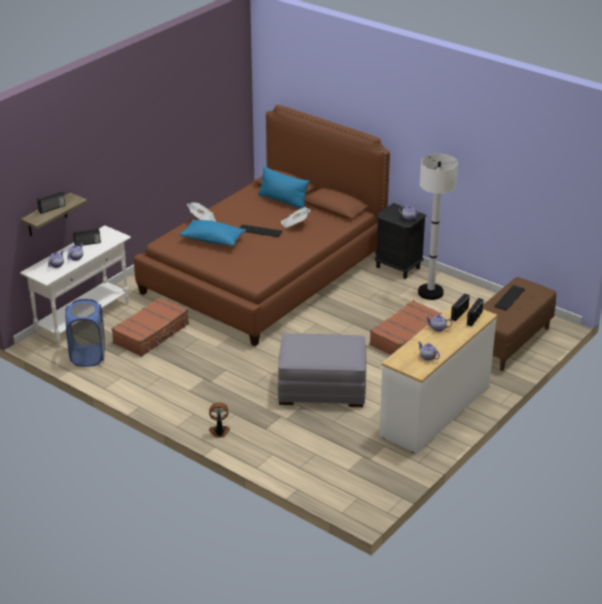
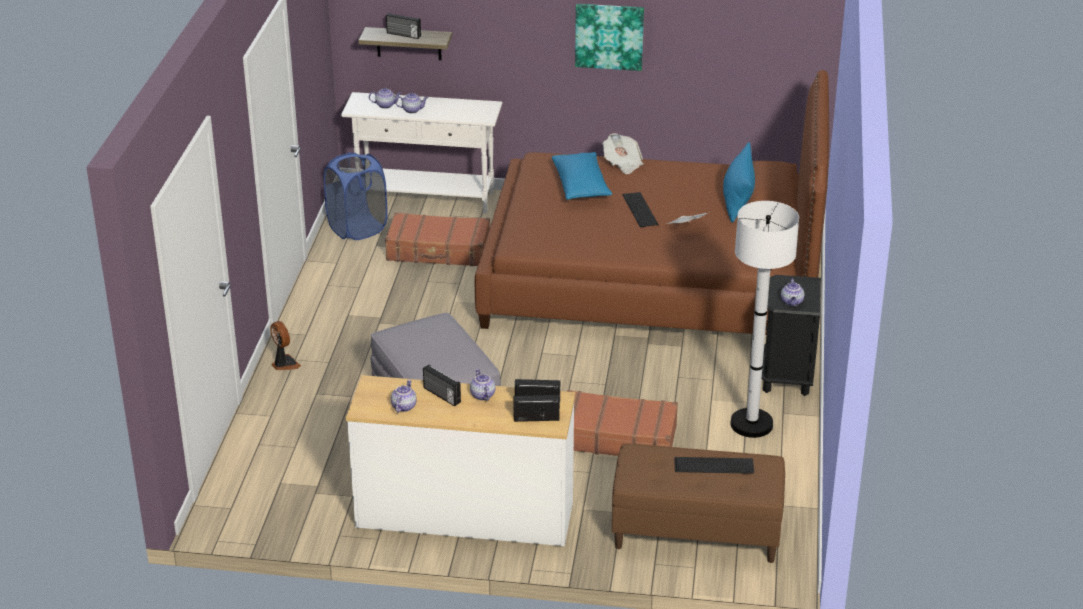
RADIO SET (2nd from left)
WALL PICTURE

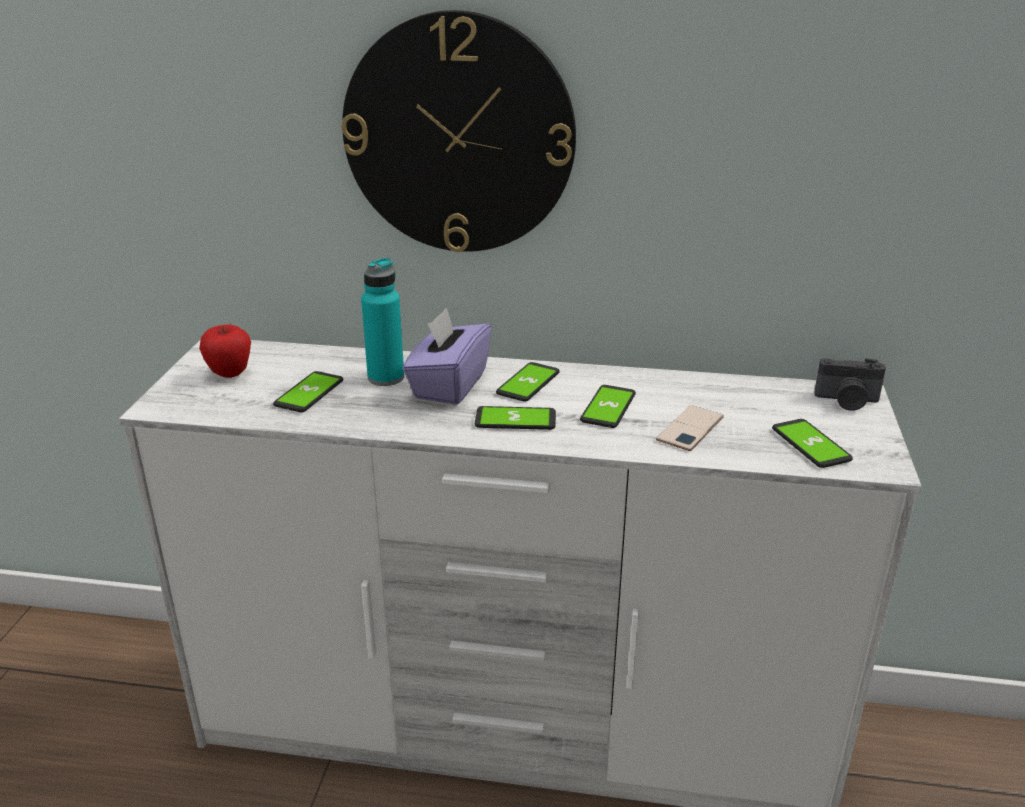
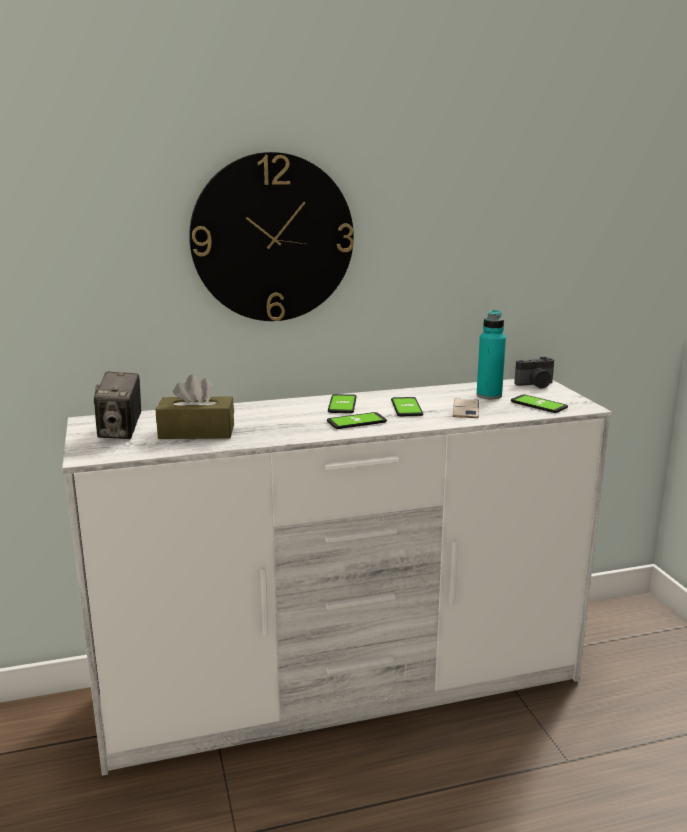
PHOTO CAMERA (1st from left)
BROWN-COLOURED TISSUE BOX
TURQUOISE-COLOURED BOTTLE
PURPLE TISSUE BOX

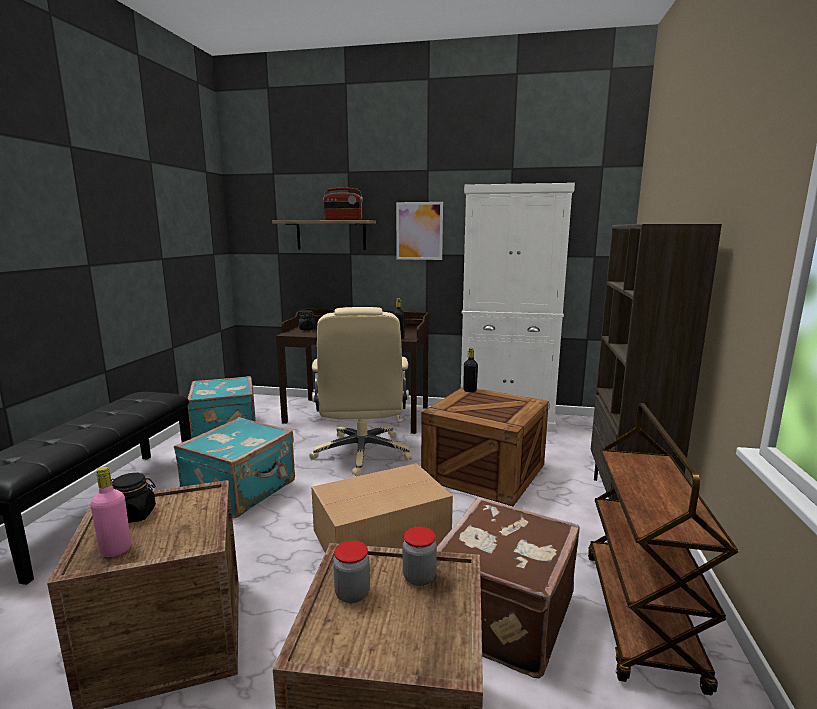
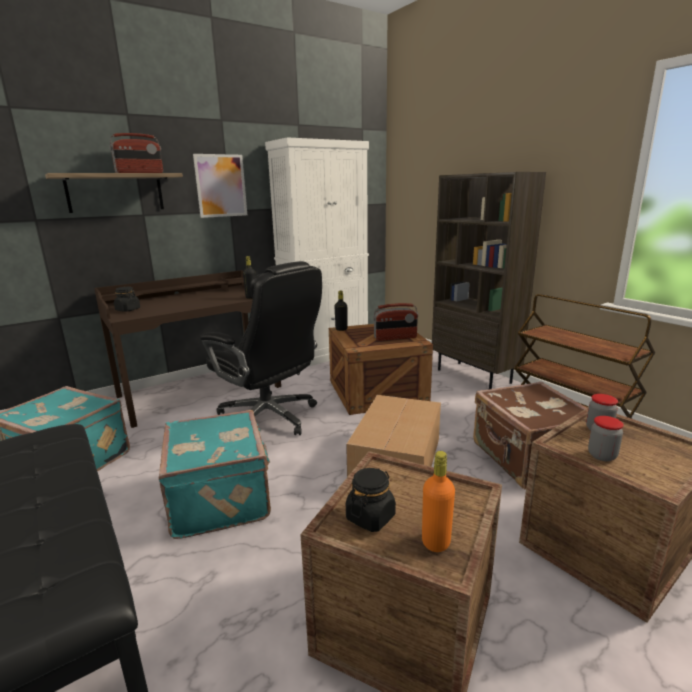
BLACK-COLOURED COMPUTER CHAIR
RADIO SET (2nd from left)
ORANGEY BOTTLE

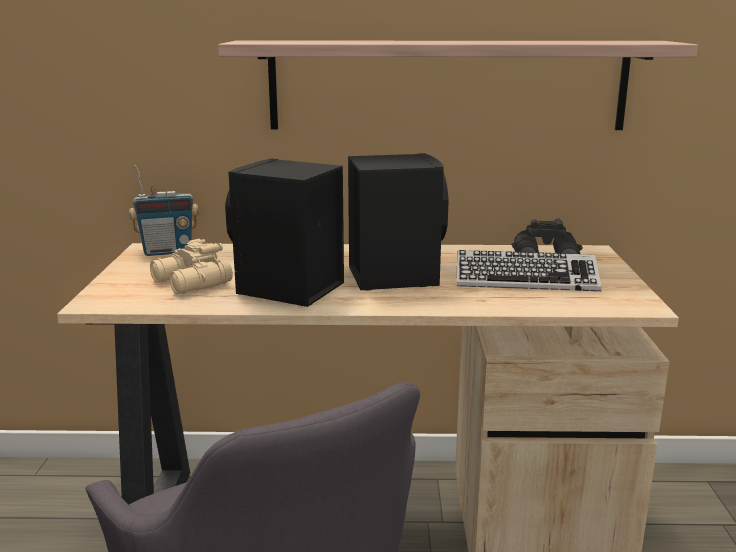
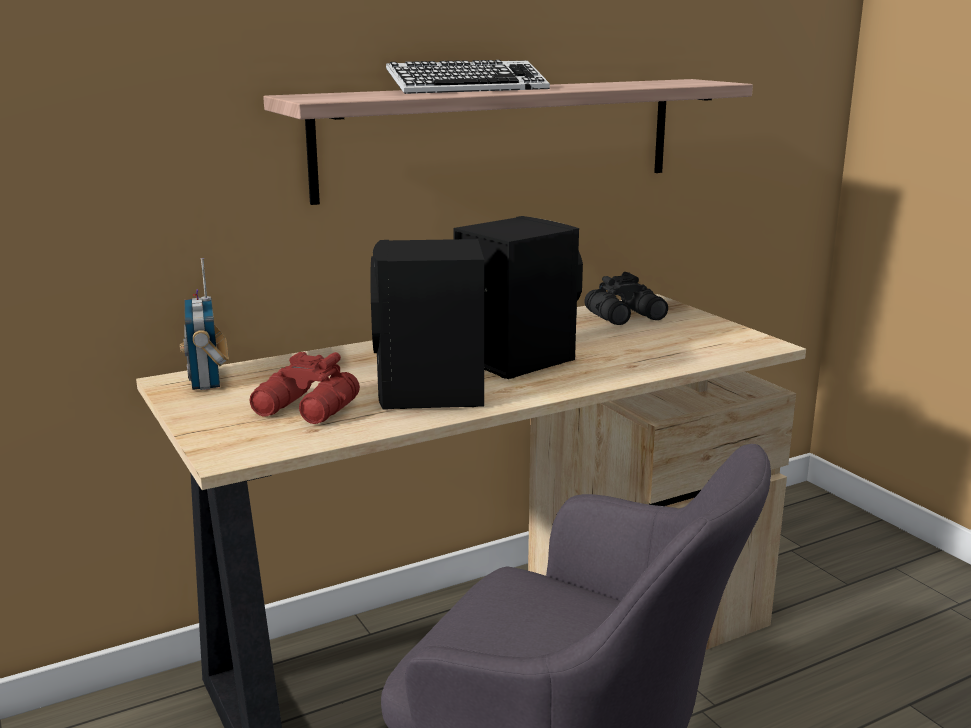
RADIO SET
RED PAIR OF BINOCULARS
KEYBOARD

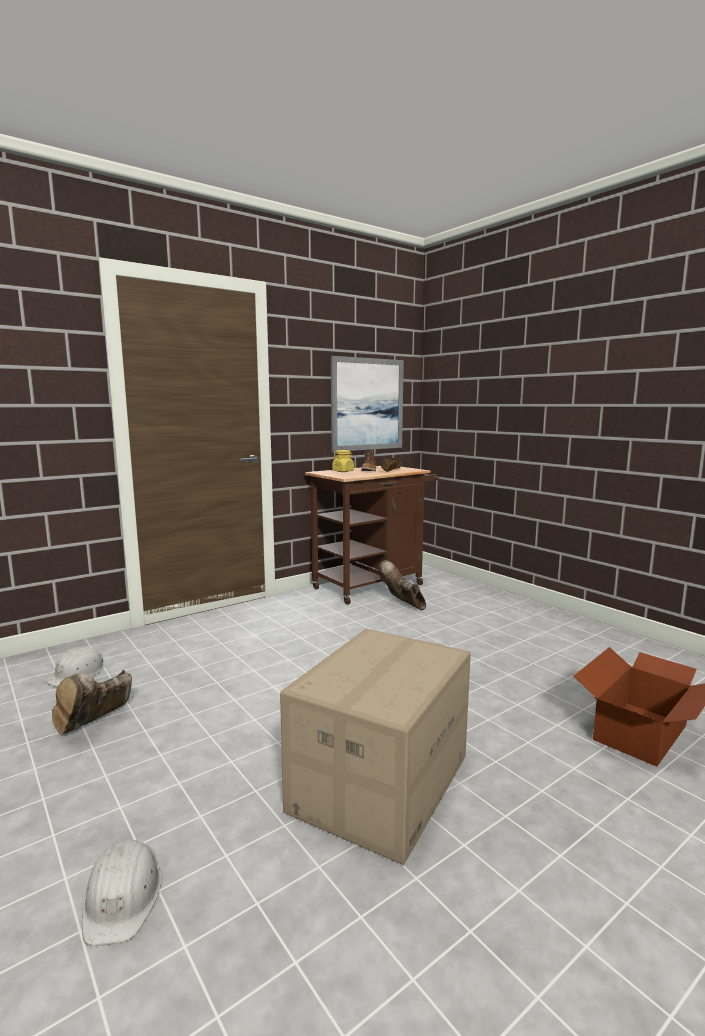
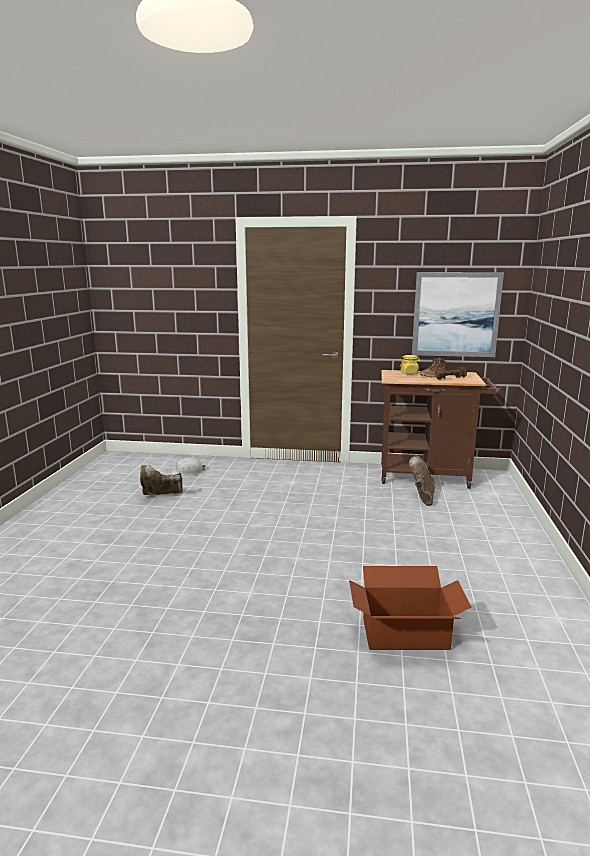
WHITE SAFETY HELMET (2nd from left in the first image)
CARTON (1st from left in the first image)

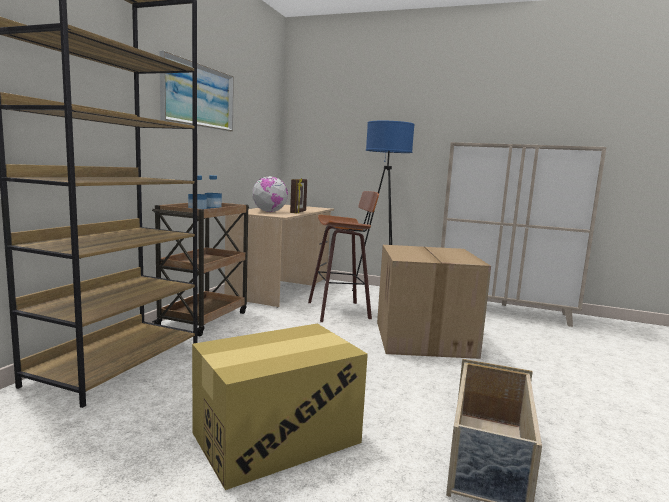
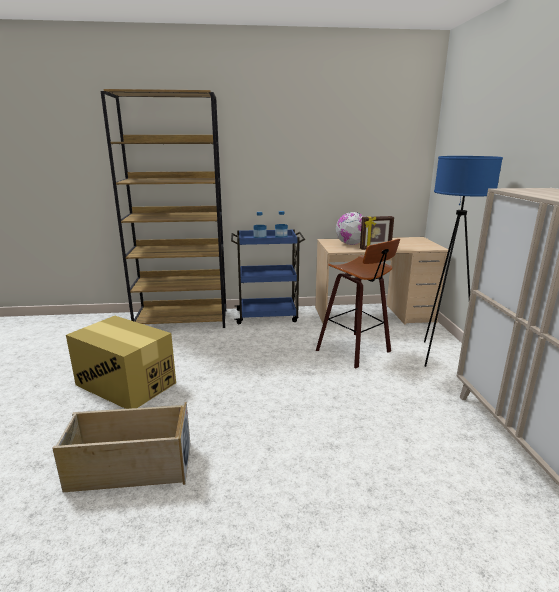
BLUE WHEELED CART
WALL PICTURE
CARTON (2nd from left in the first image)

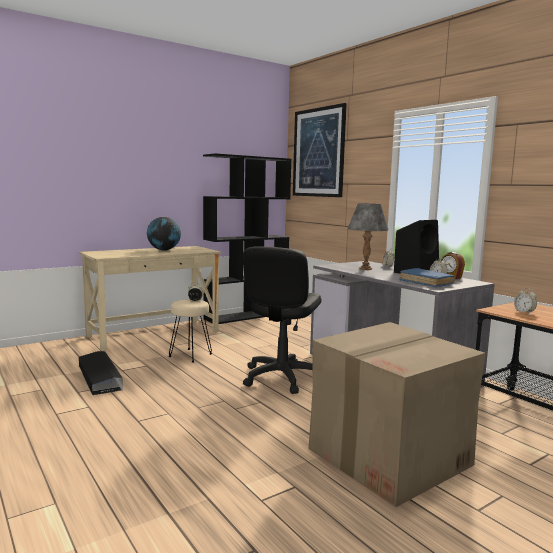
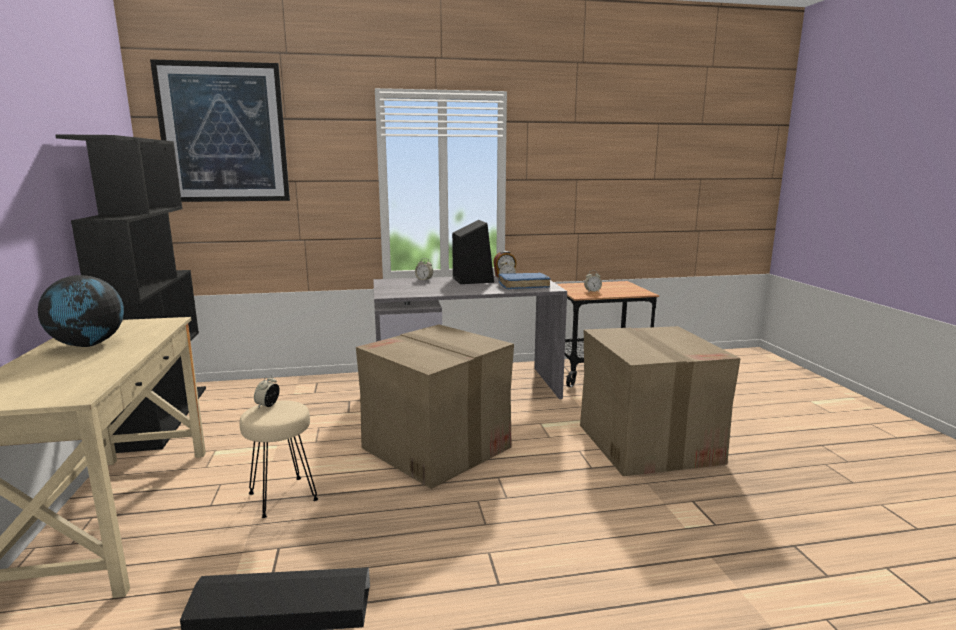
CARTON (1st from left)
GREYISH LAMP FOR A TABLE

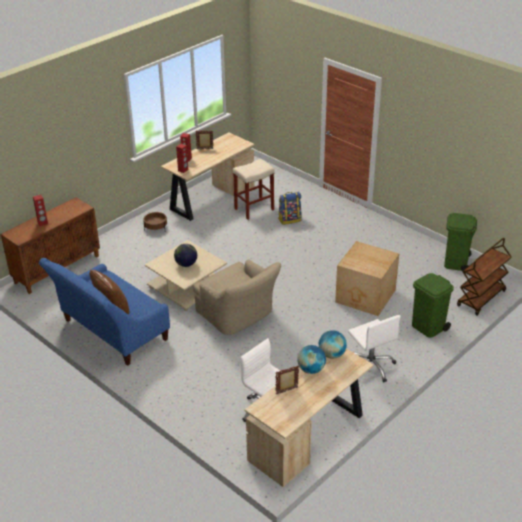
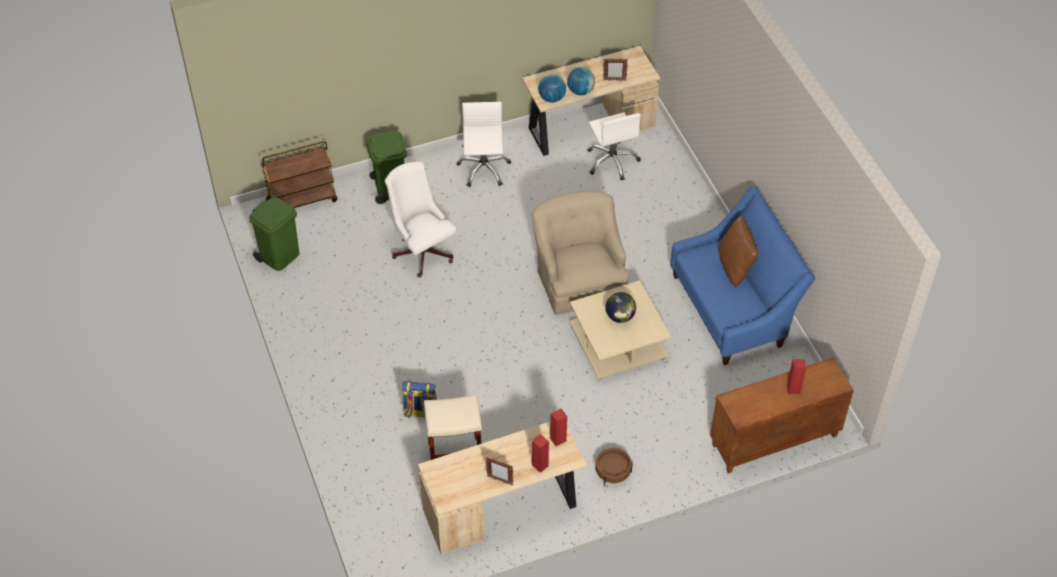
WHITE COMPUTER CHAIR (1st from left)

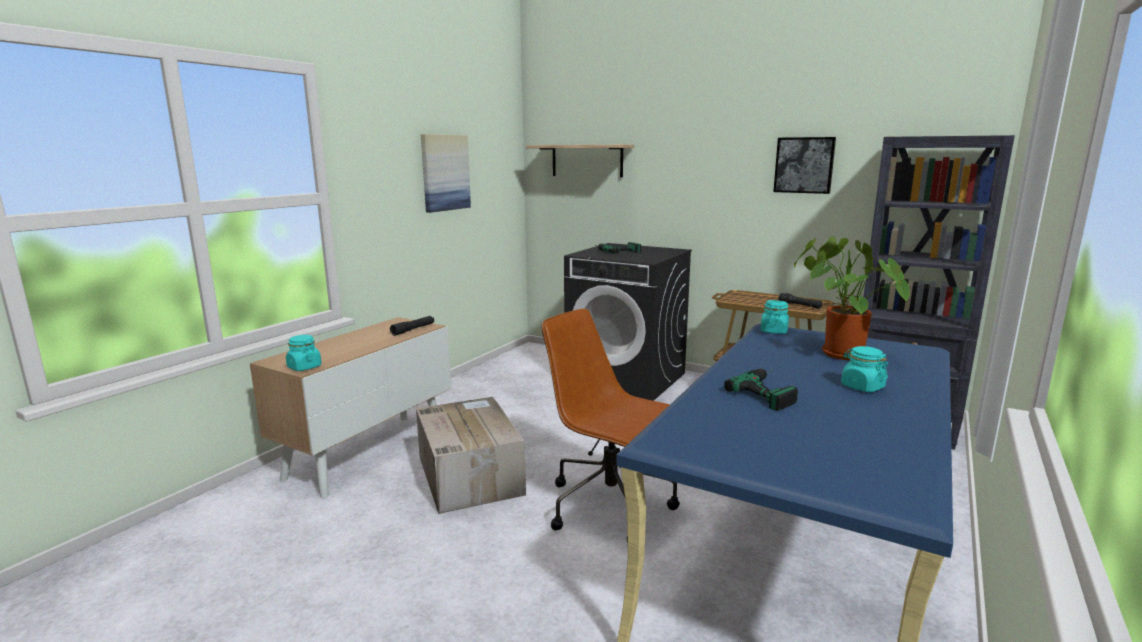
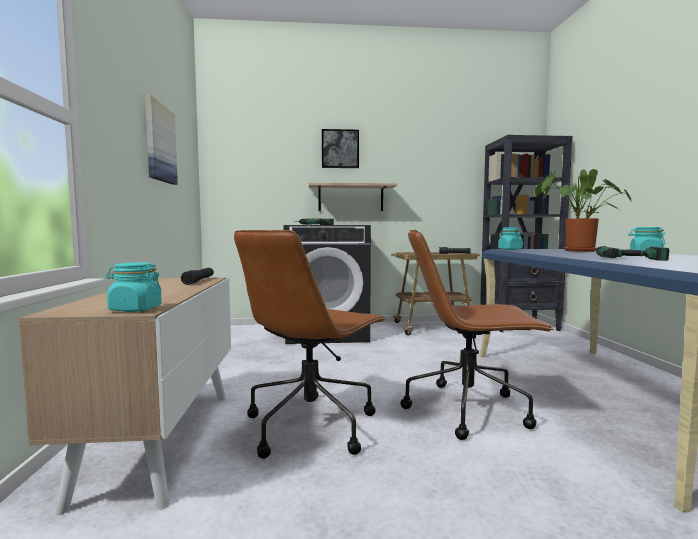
BROWN-COLOURED COMPUTER CHAIR (1st from left)
WALL SHELF
WALL PICTURE (2nd from left)

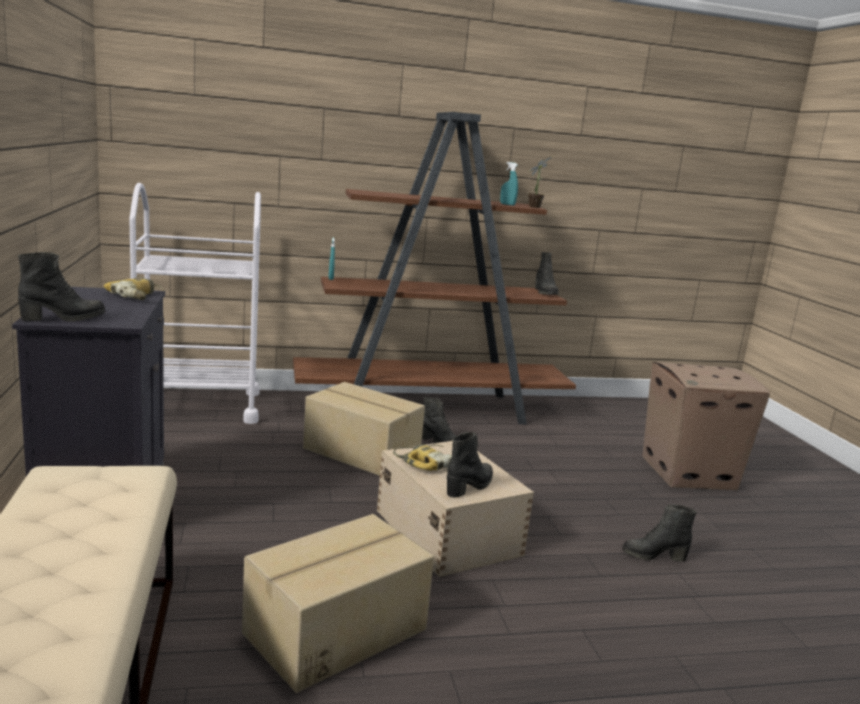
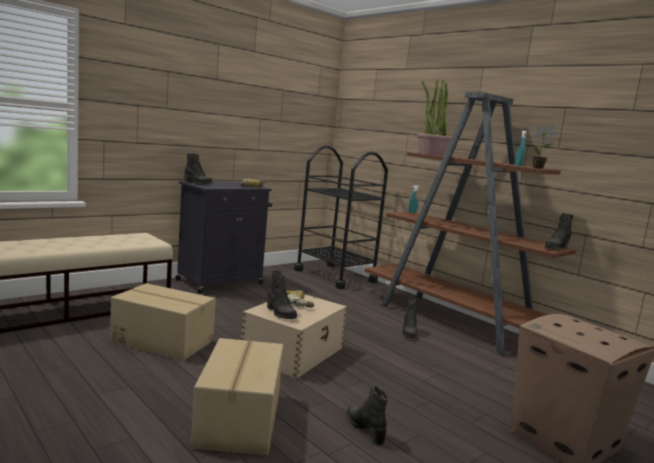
CARTON (2nd from left)
BLACK-COLOURED HIGH-TOP BOOT (2nd from left)
BLACK-COLOURED WHEELED CART
HOUSEPLANT (1st from left)

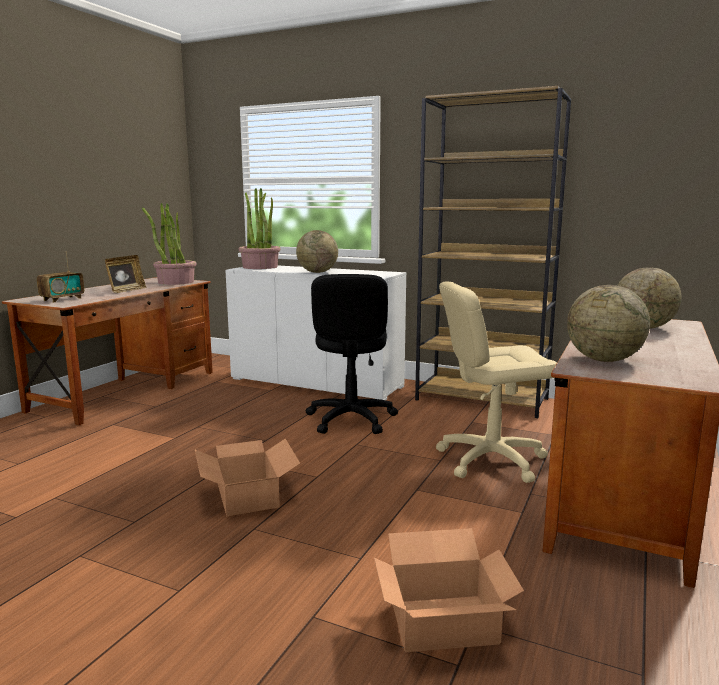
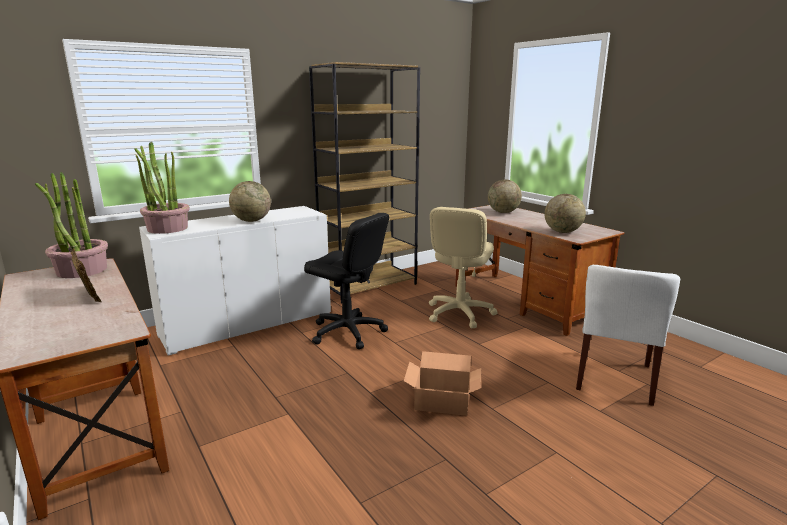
WHITE UPRIGHT CHAIR
RADIO SET

